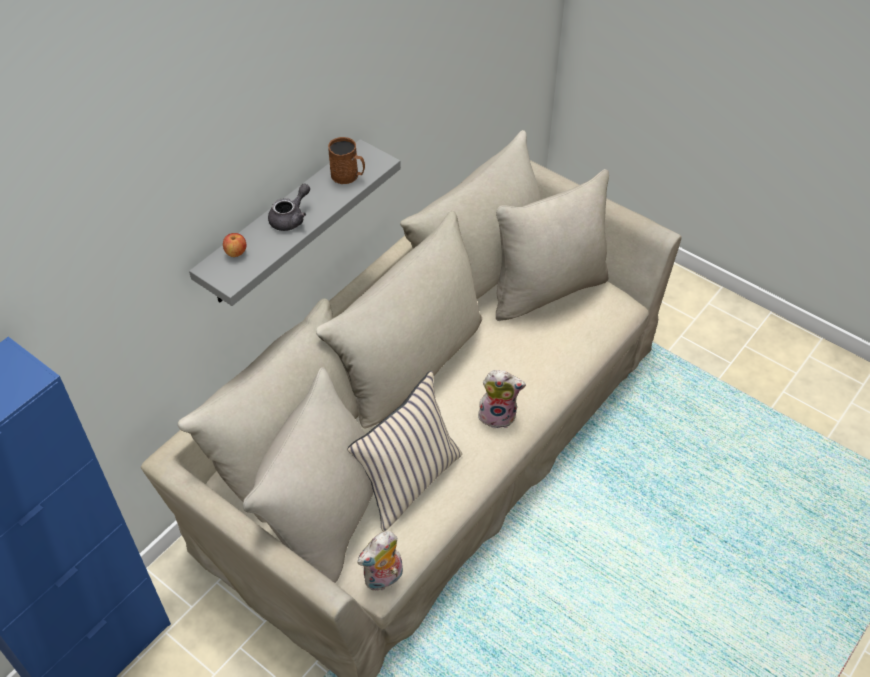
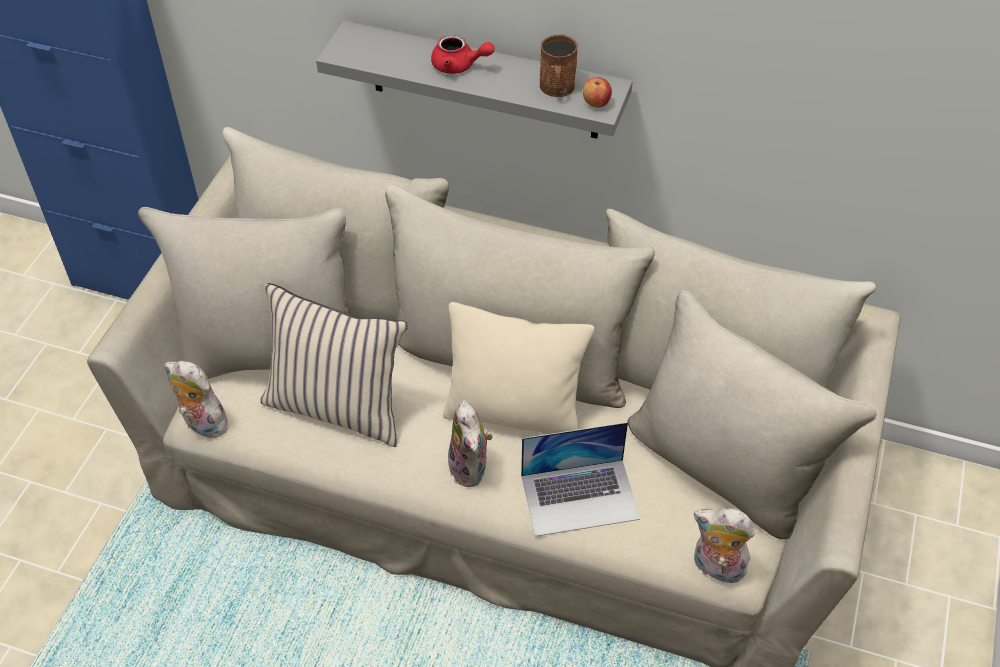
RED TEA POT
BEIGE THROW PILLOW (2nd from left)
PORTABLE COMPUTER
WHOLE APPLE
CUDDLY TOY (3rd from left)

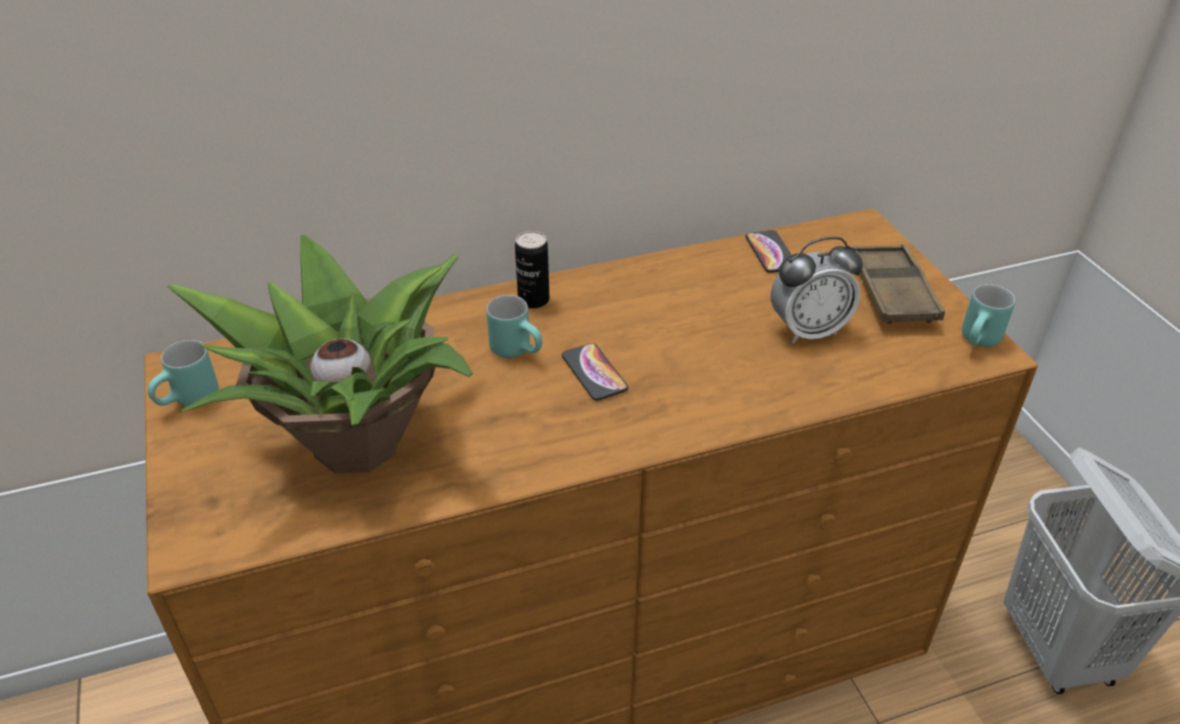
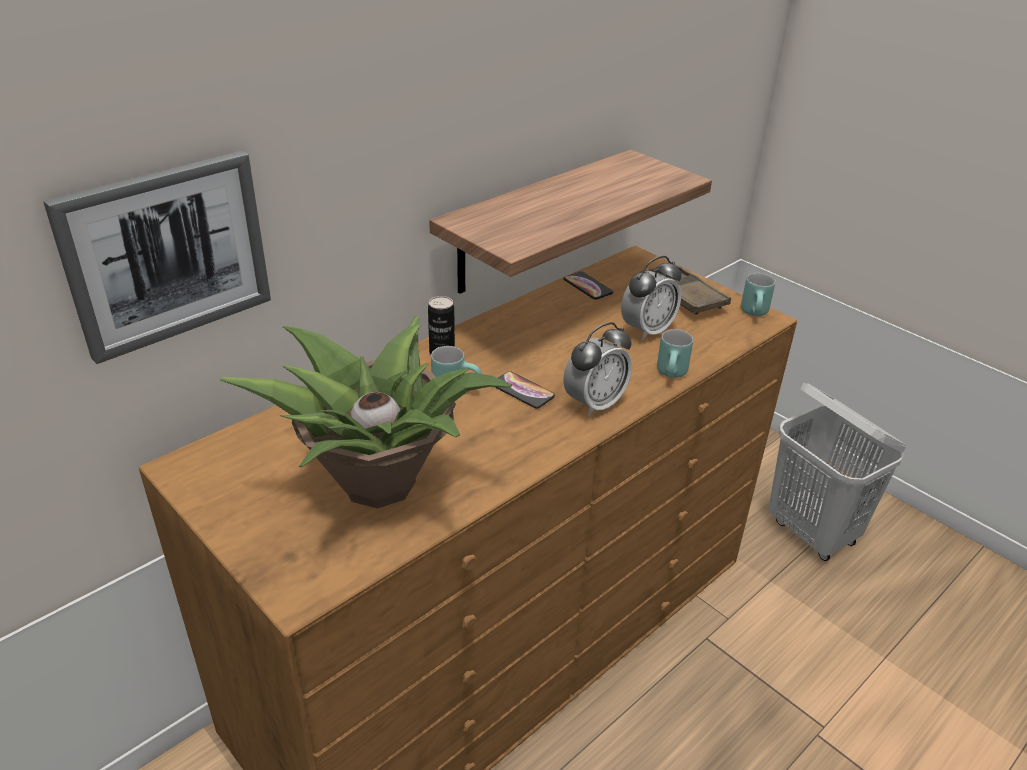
WALL PICTURE
WALL SHELF
TABLE CLOCK (1st from left)
TURQUOISE-COLOURED MUG (2nd from left)

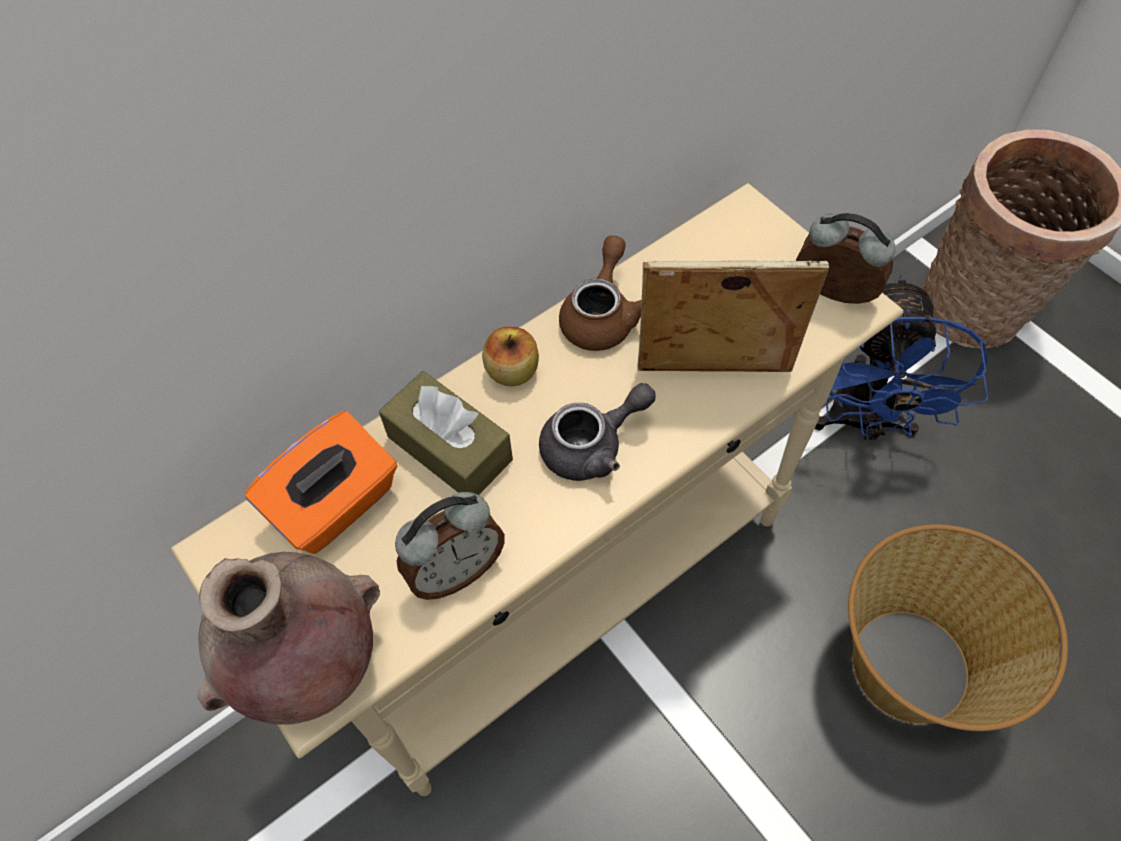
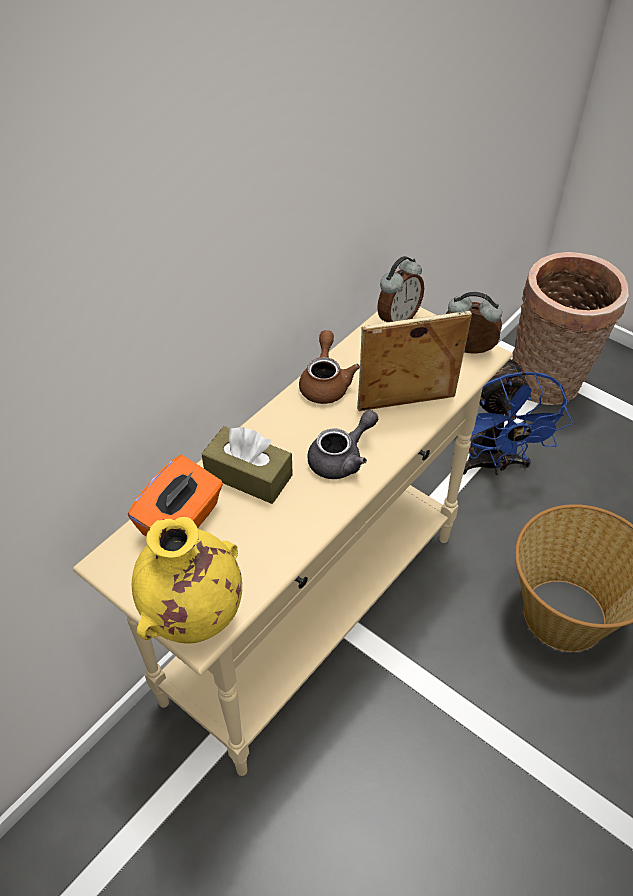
YELLOW VASE
TABLE CLOCK (1st from left)
WHOLE APPLE

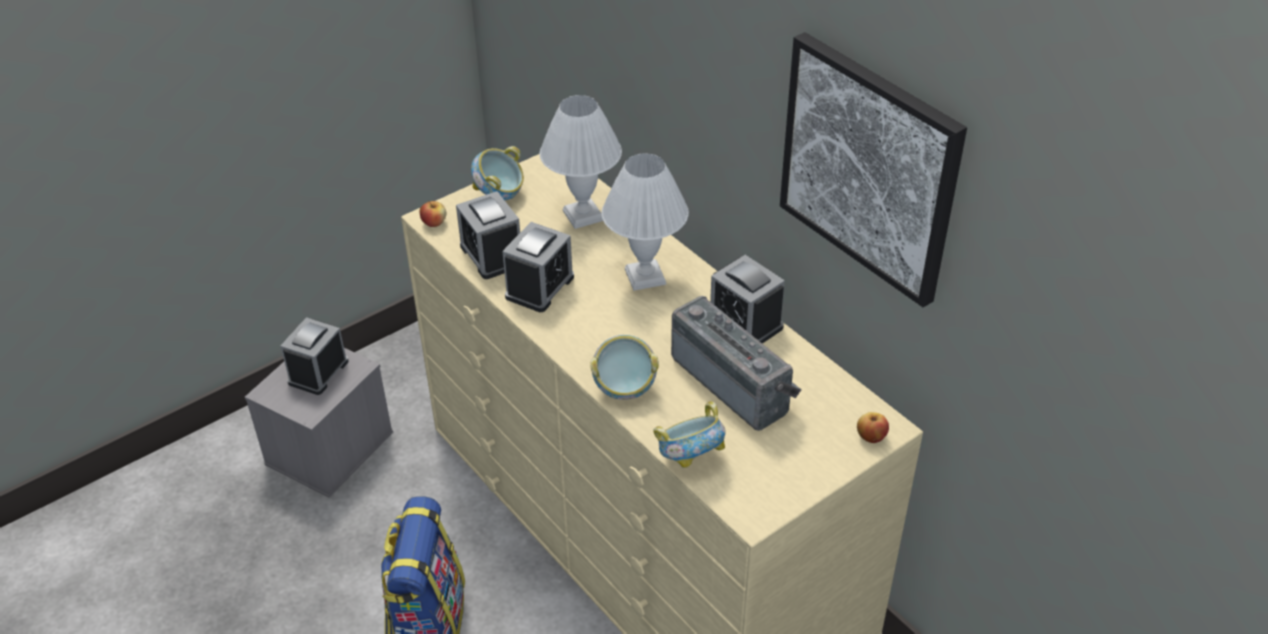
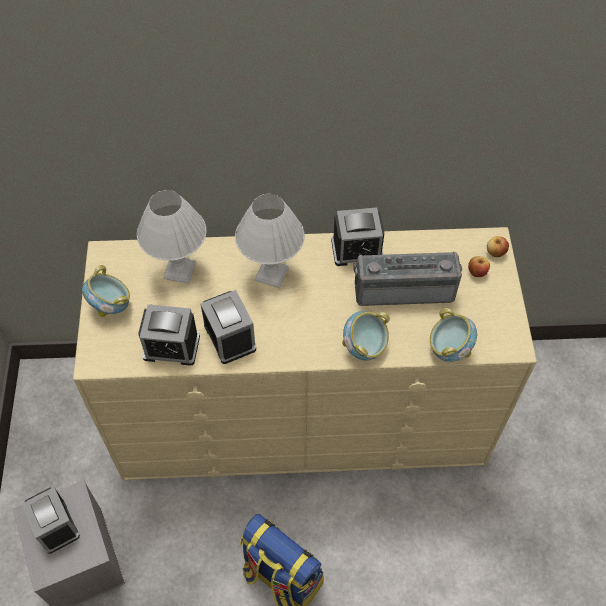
WHOLE APPLE (1st from left)
WALL PICTURE

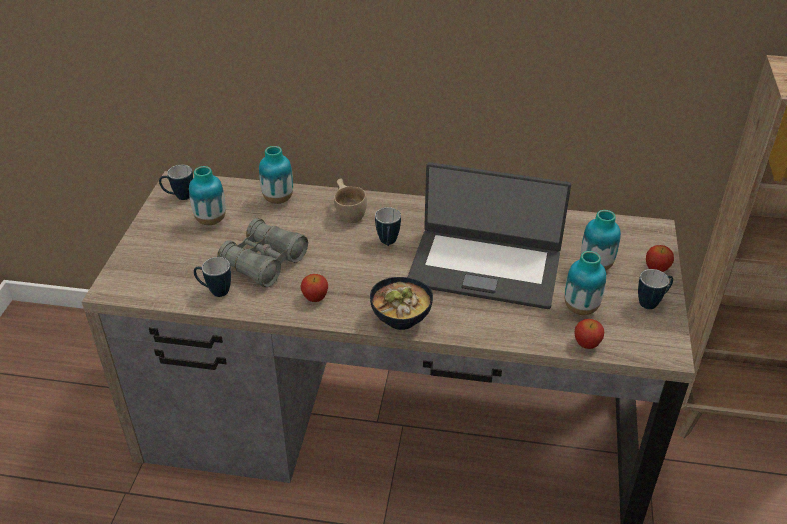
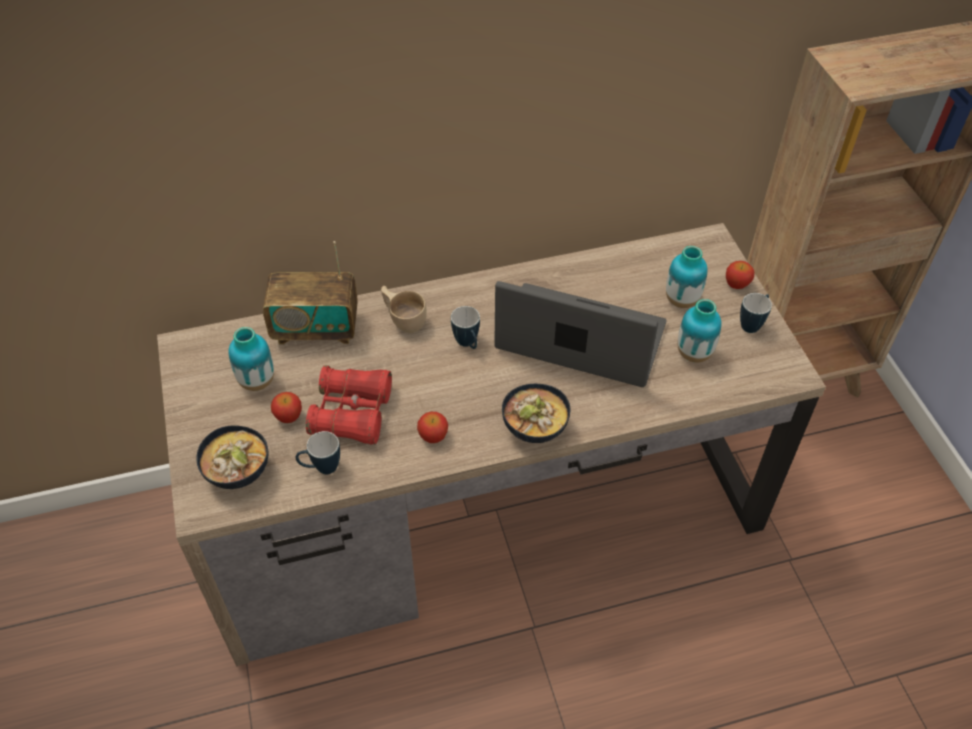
BOWL (1st from left)
RADIO SET
WHOLE APPLE (1st from left)
RED PAIR OF BINOCULARS
PORTABLE COMPUTER
MUG (1st from left in the first image)

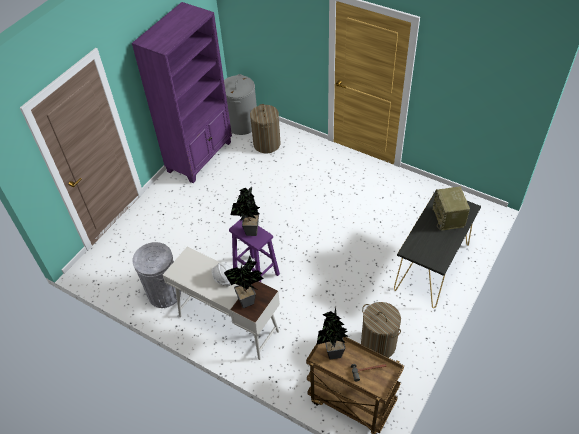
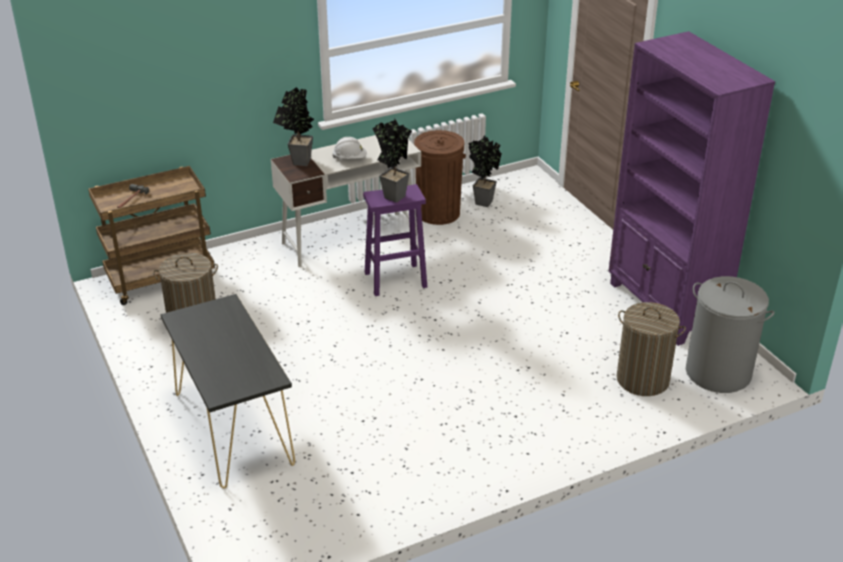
BROWN-COLOURED WASTE BIN
HOUSEPLANT (3rd from left)
RADIO SET

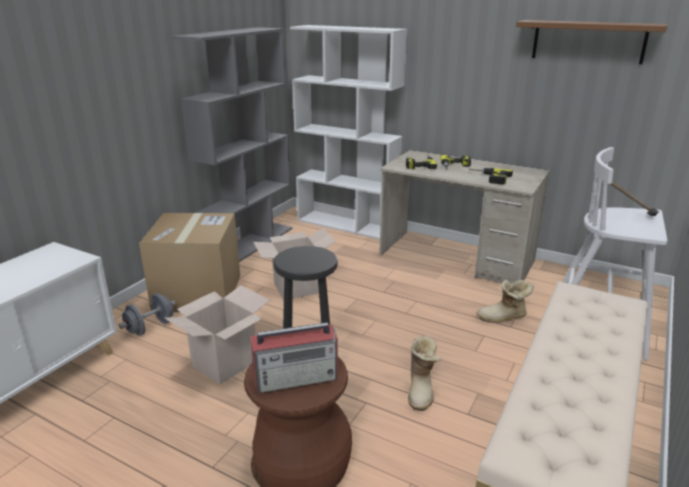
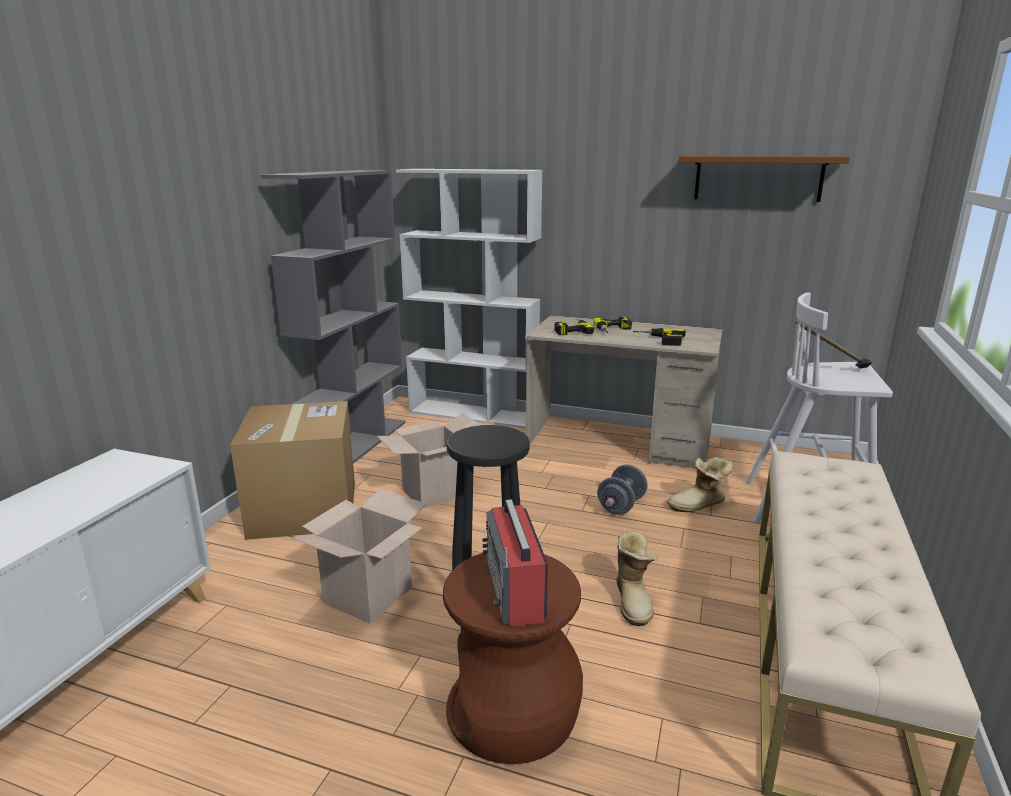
RADIO SET
GREYISH FREE WEIGHT

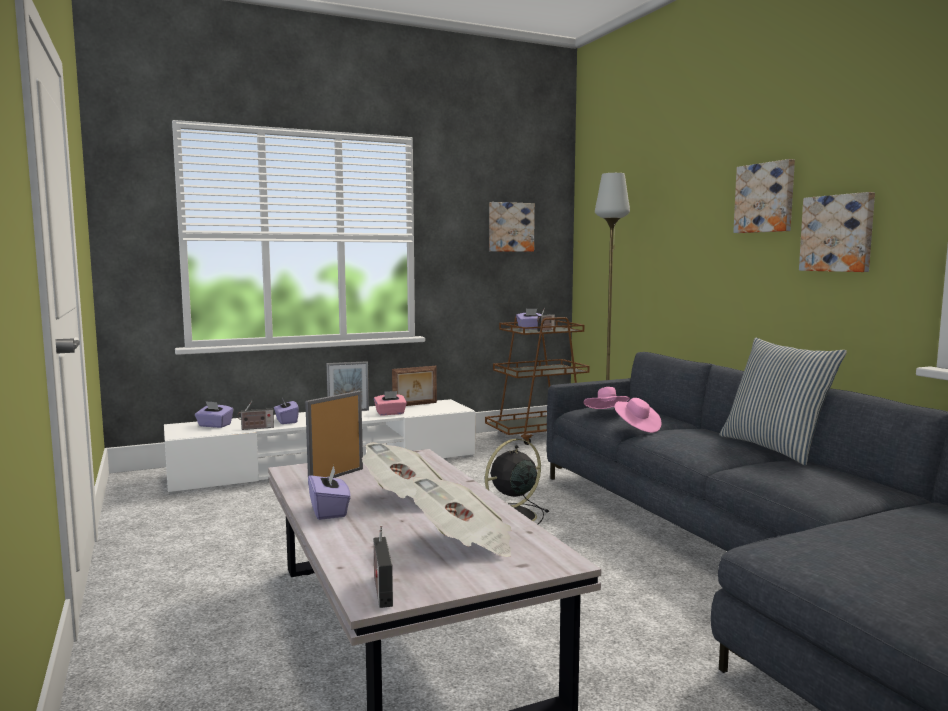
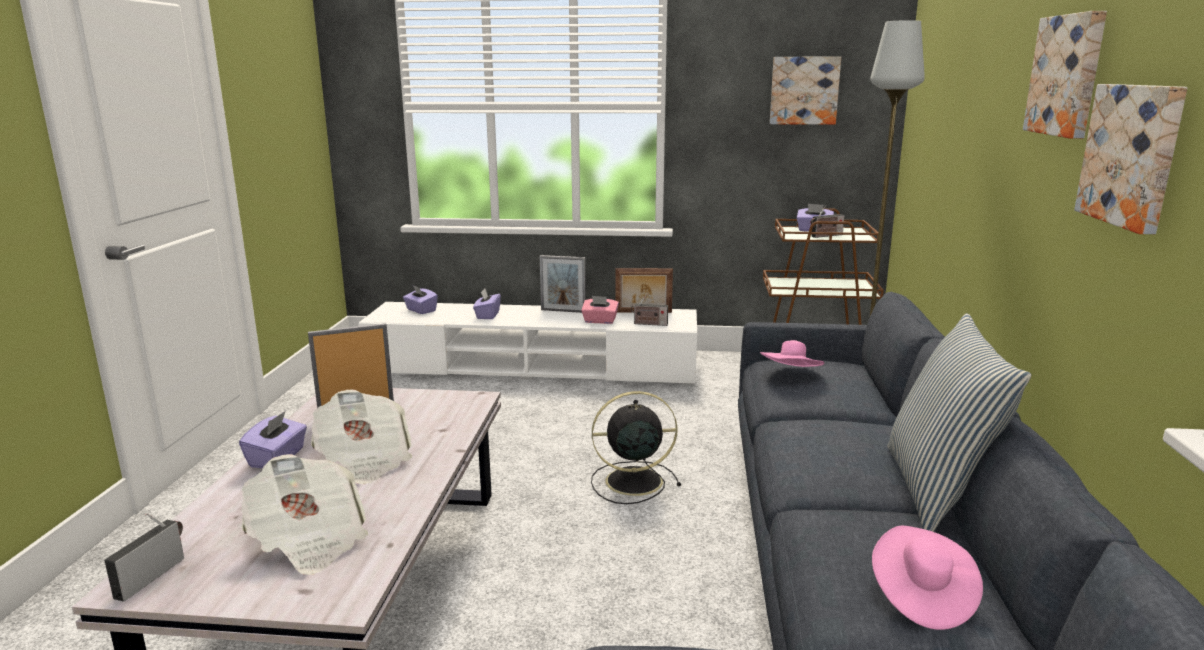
RADIO SET (2nd from left)
PINKISH WEARABLE HAT (2nd from left)

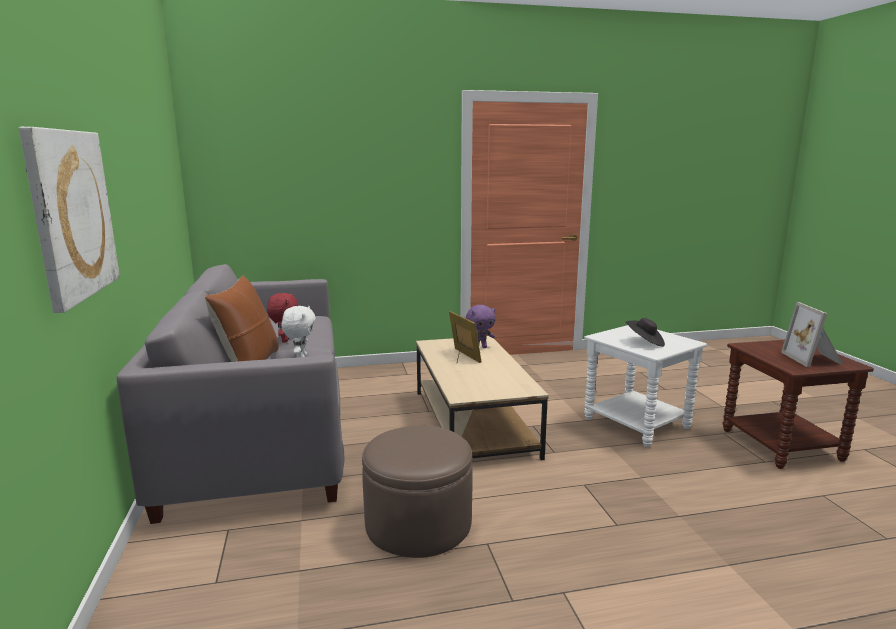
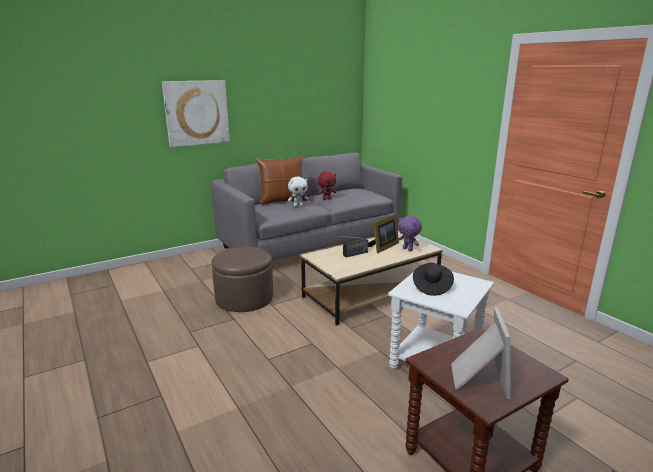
RADIO SET
PHOTO FRAME (2nd from left)

